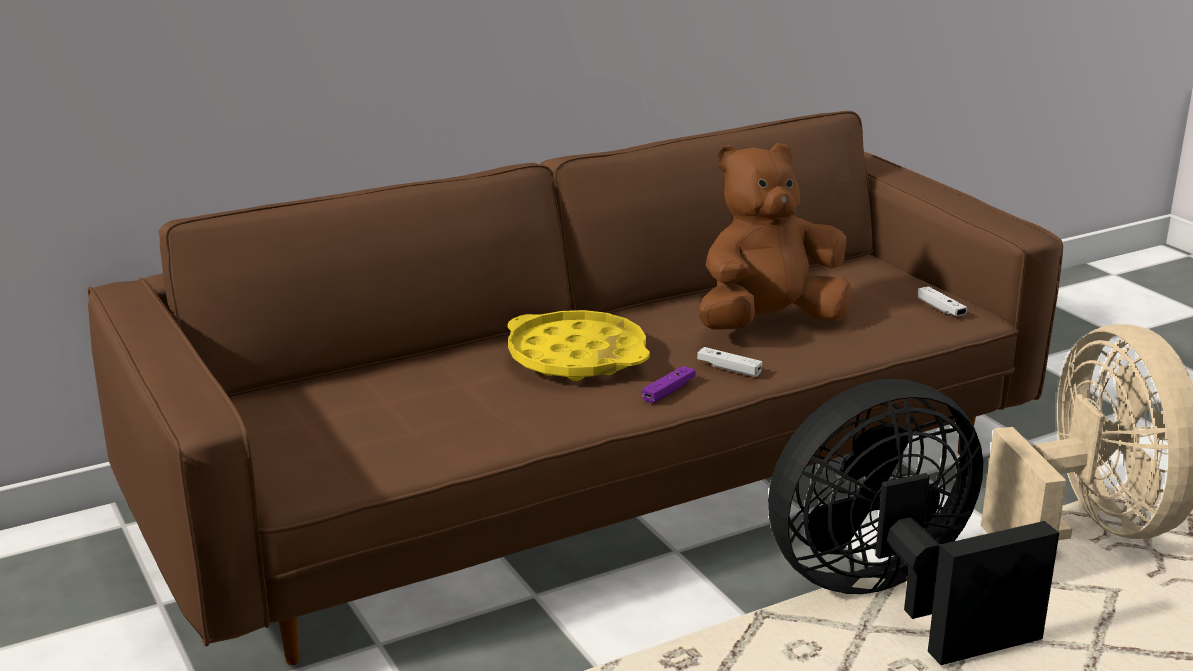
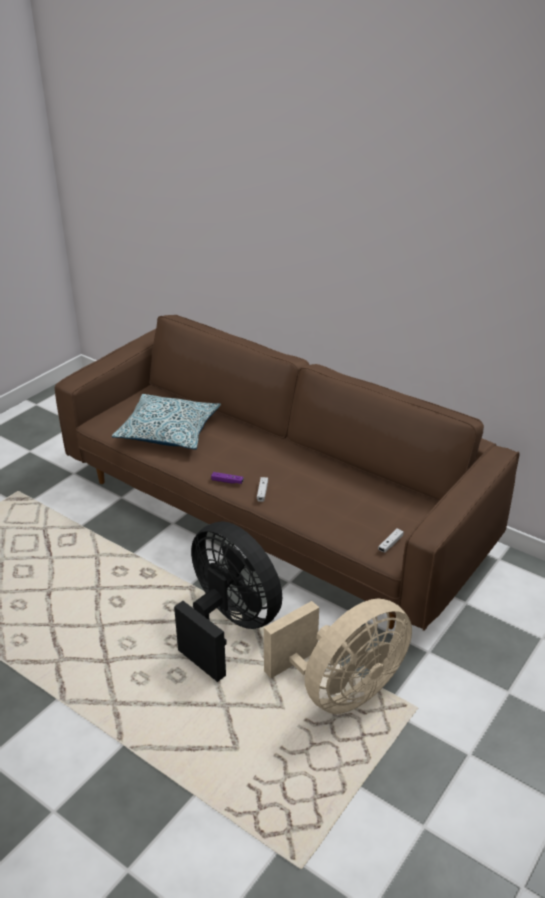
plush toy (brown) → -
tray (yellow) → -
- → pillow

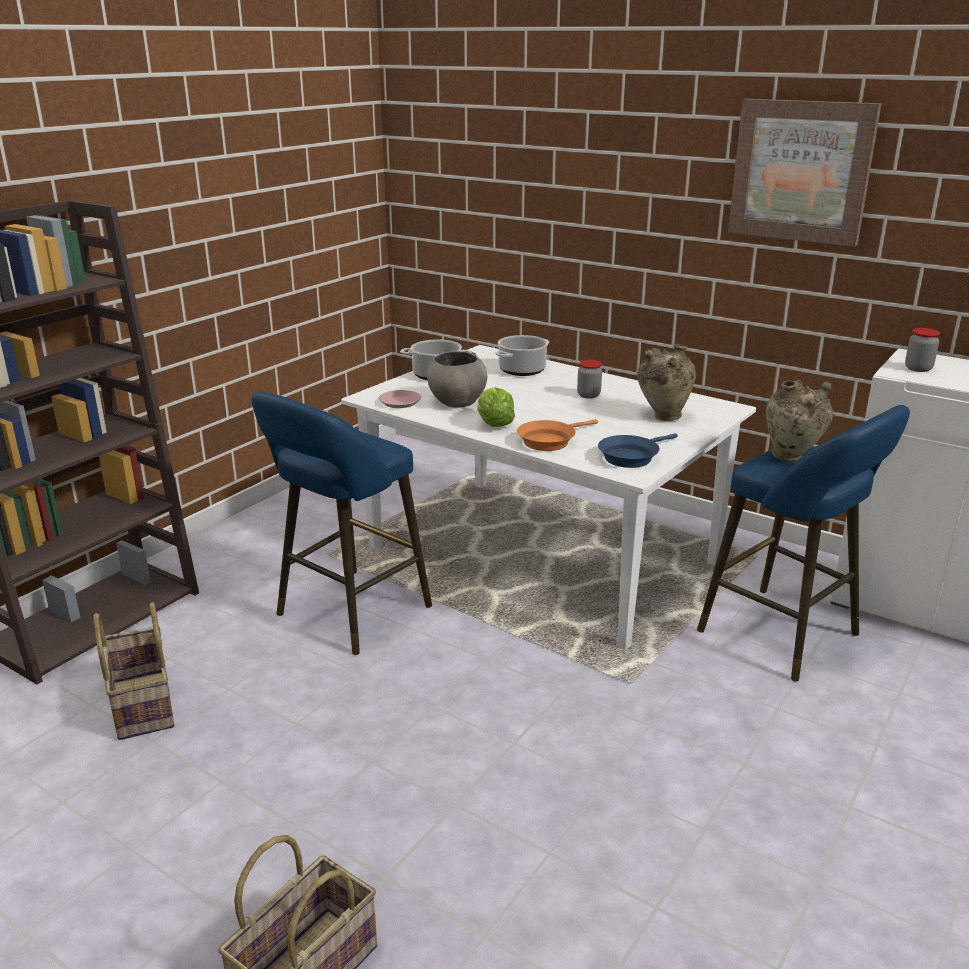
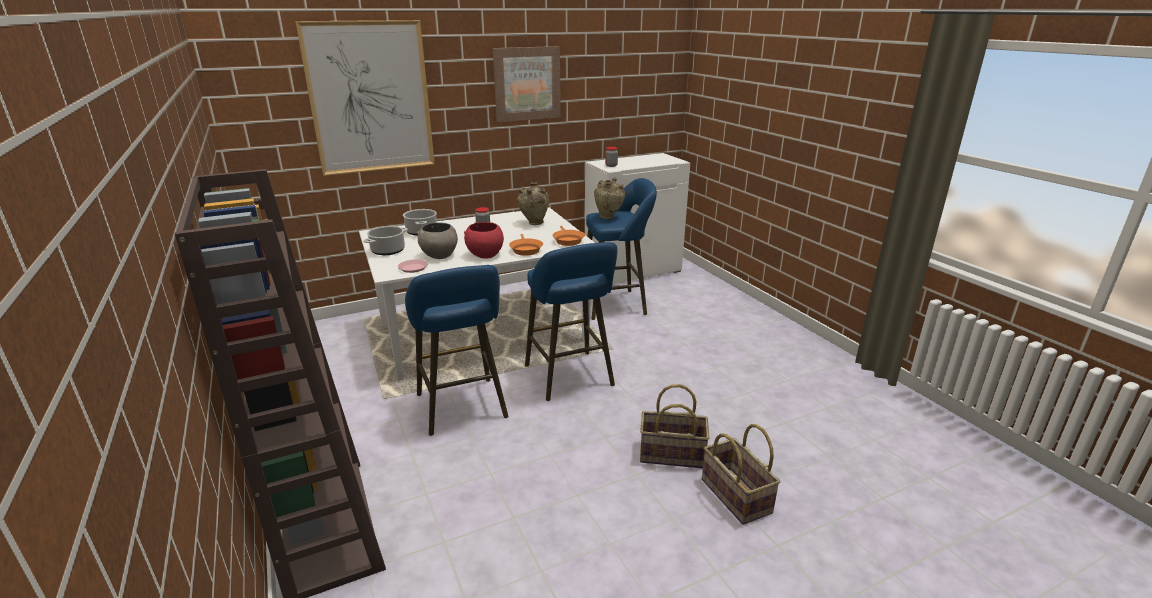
lettuce → bowl (red)
frying pan (blue) → frying pan (orange) (2nd from left)
basket (1st from left), moved
- → picture (1st from left)
- → stool (blue) (2nd from left)

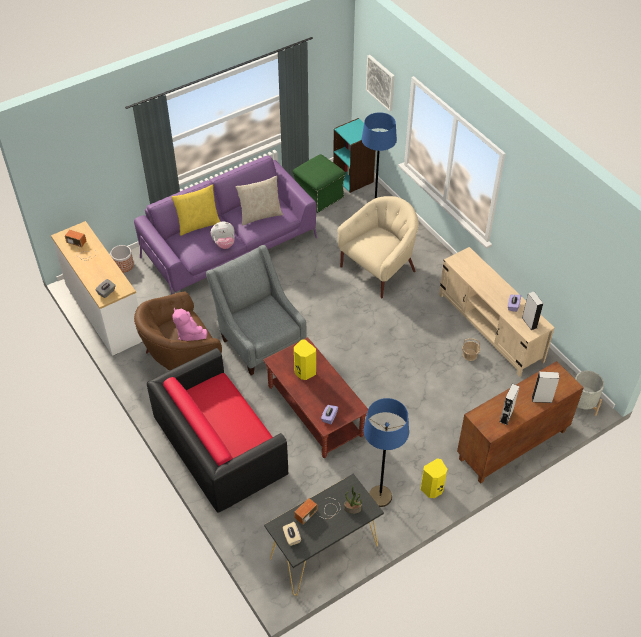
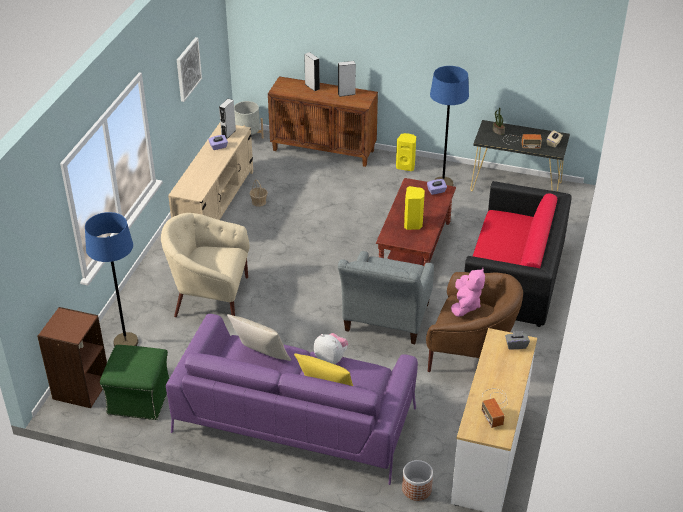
picture, moved
bookcase (turquoise) → bookcase (brown)

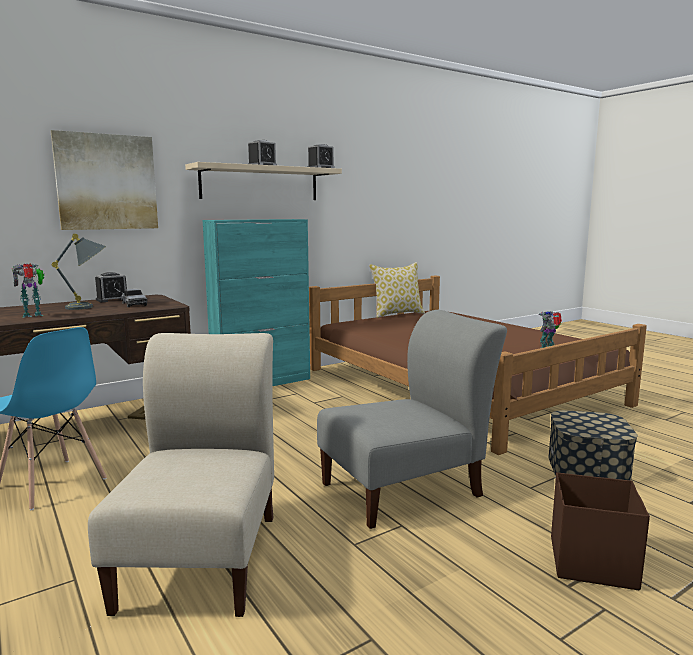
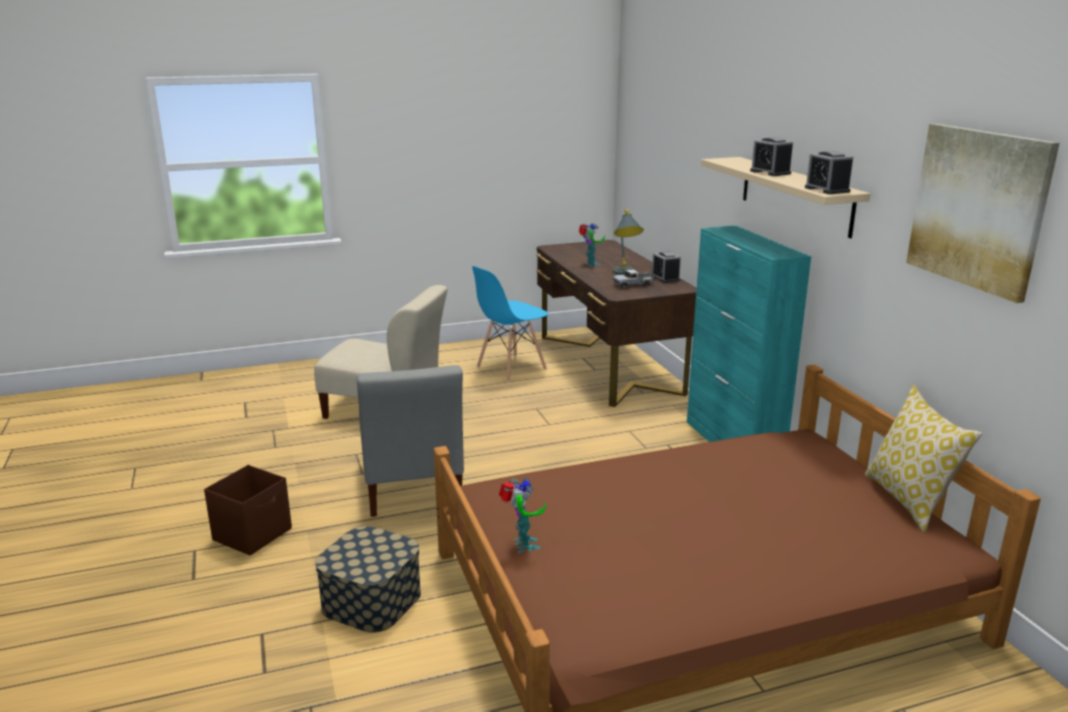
picture, moved

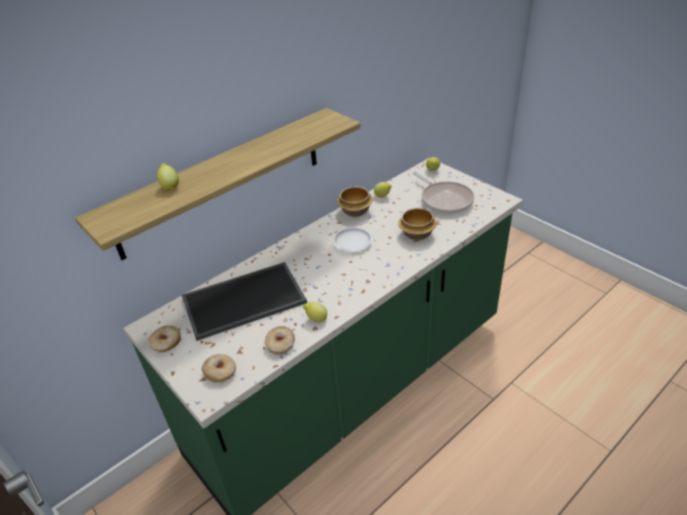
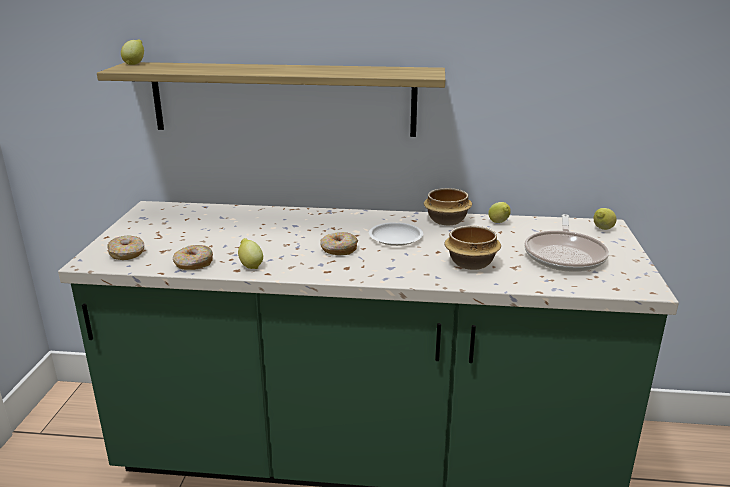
lemon (1st from left), moved
tray → -
donut (1st from left in the first image) → donut (3rd from left), moved

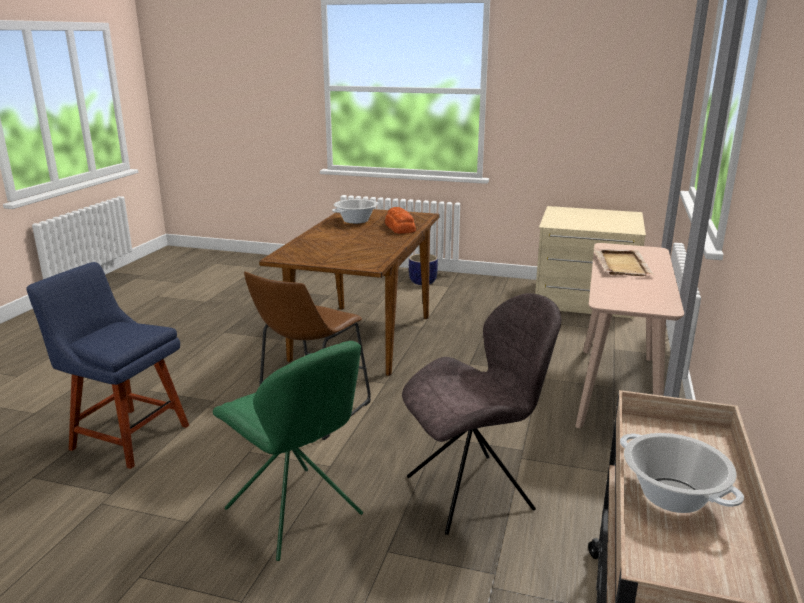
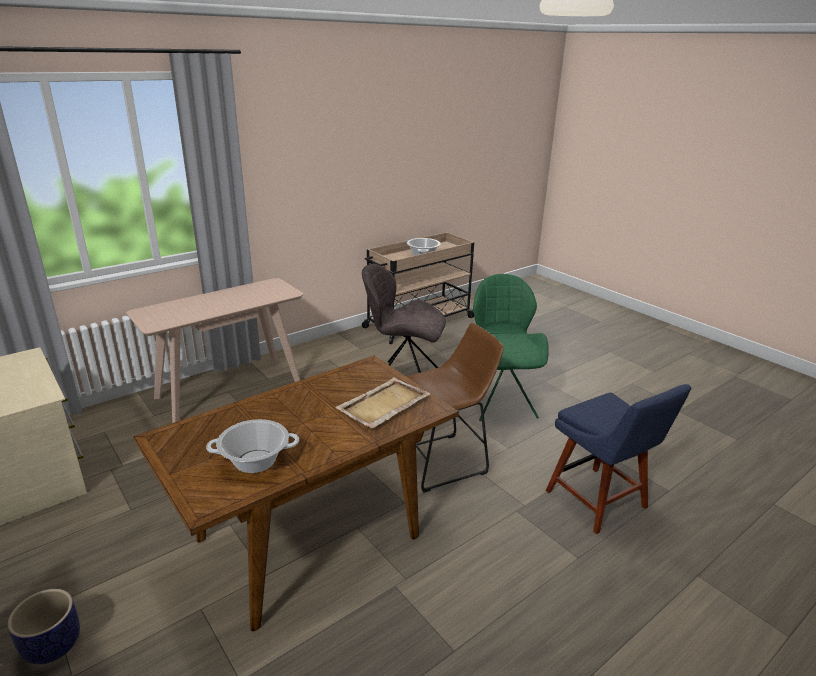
bread → -
tray (beige), moved

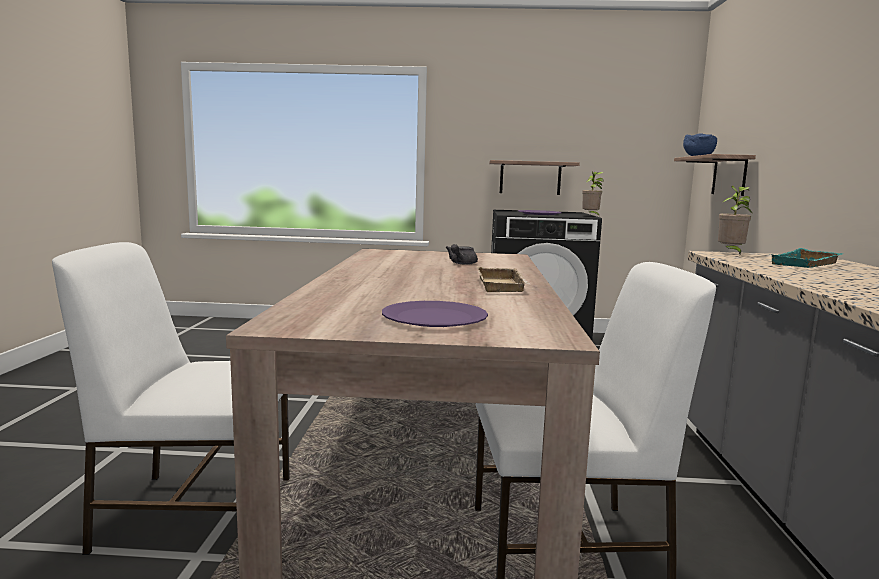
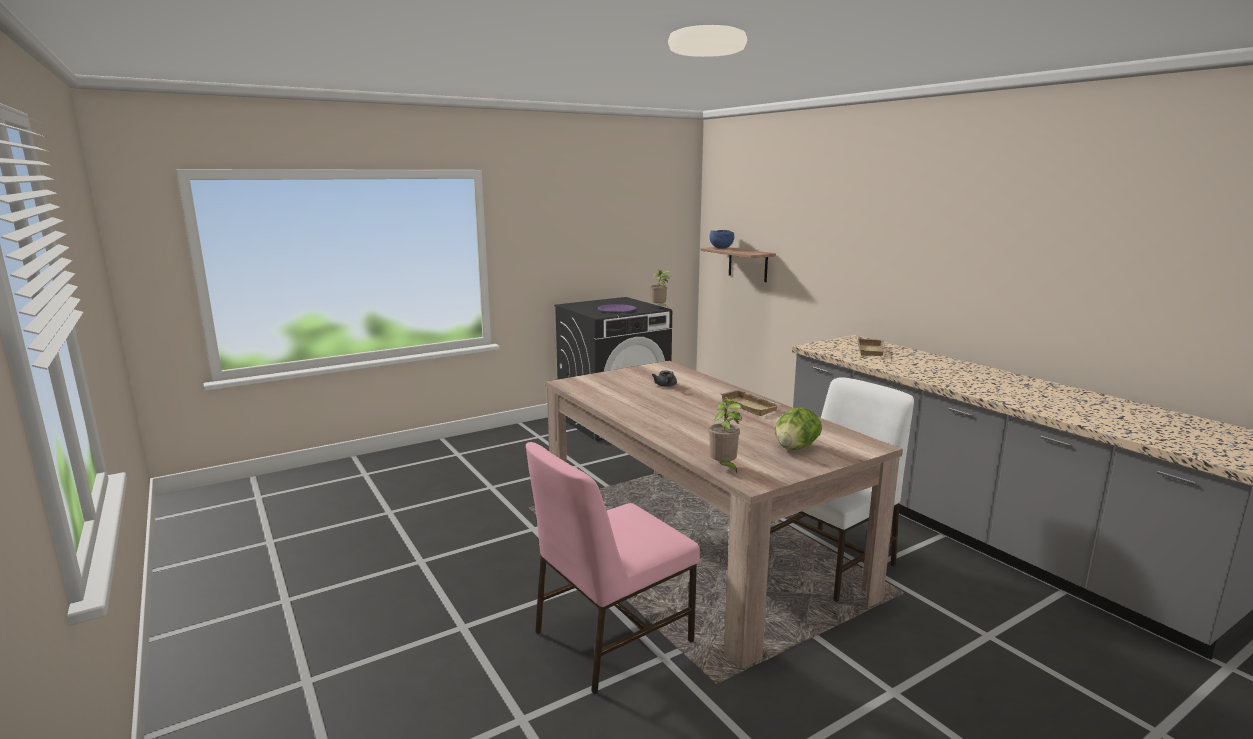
shelf (1st from left) → -
potted plant (2nd from left), moved
chair (white) (1st from left) → chair (pink)
tray (turquoise) → tray (beige) (2nd from left)
plate (purple) (1st from left) → lettuce

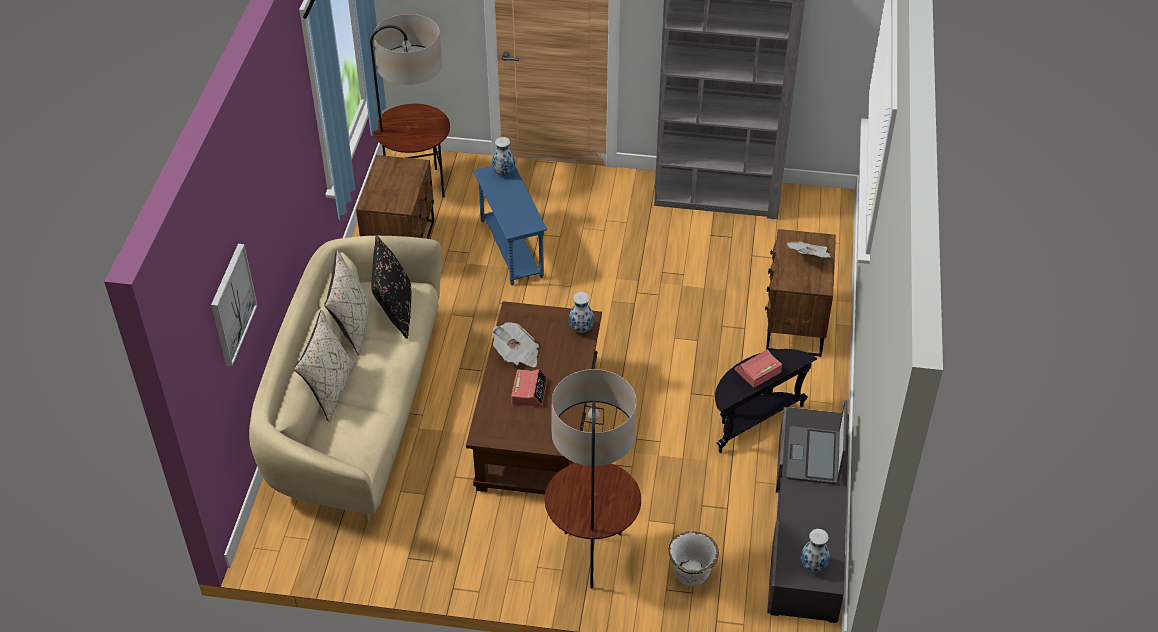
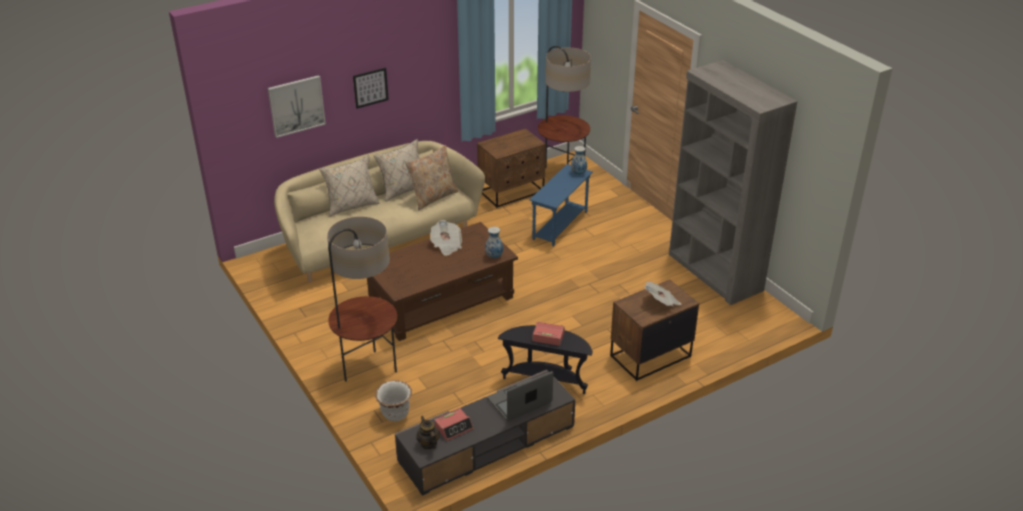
pillow (black) → pillow (beige) (3rd from left)
alarm clock (1st from left), moved
vase (3rd from left) → teapot
- → picture (2nd from left)

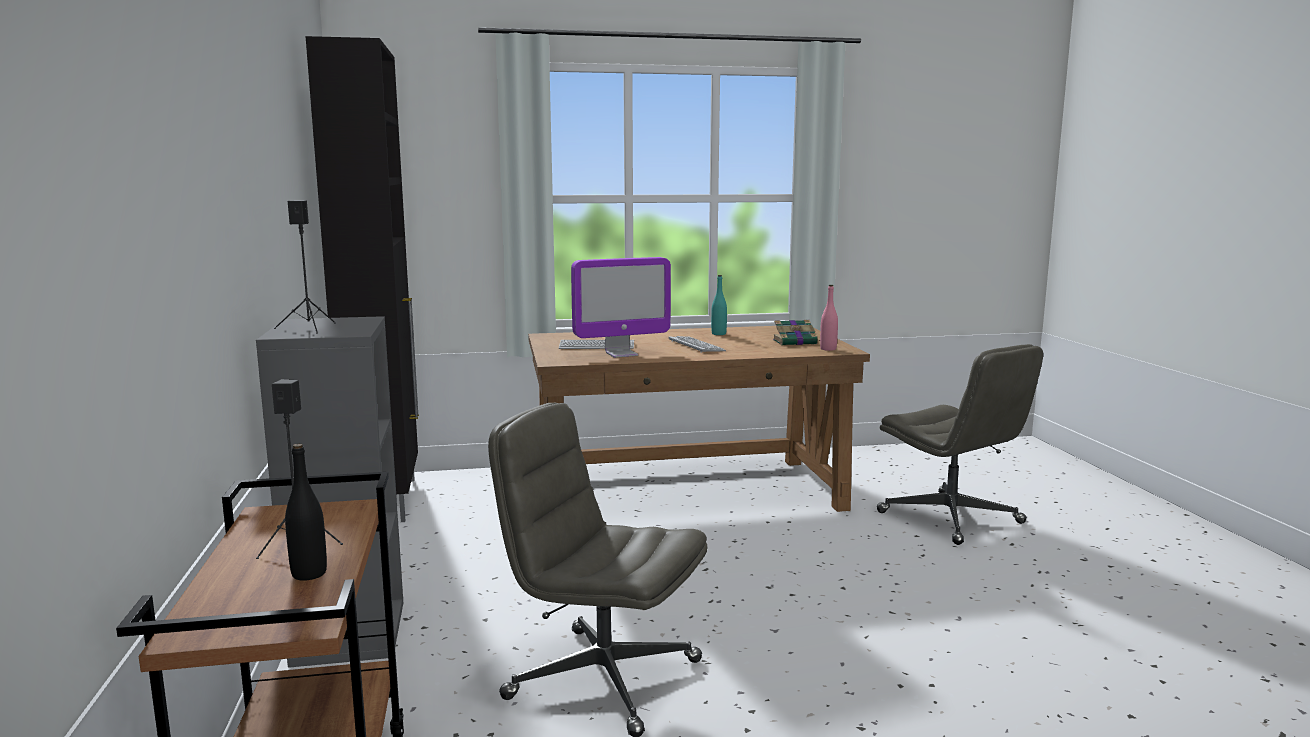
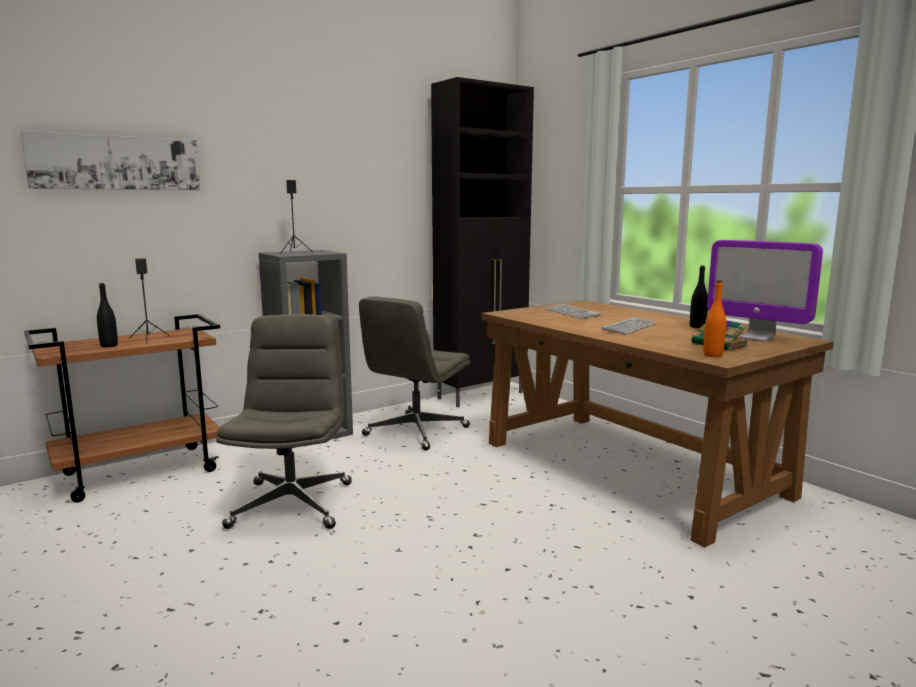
monitor, moved
bottle (turquoise) → bottle (black) (2nd from left)
bottle (pink) → bottle (orange)
office chair (grey) (2nd from left), moved
- → picture

